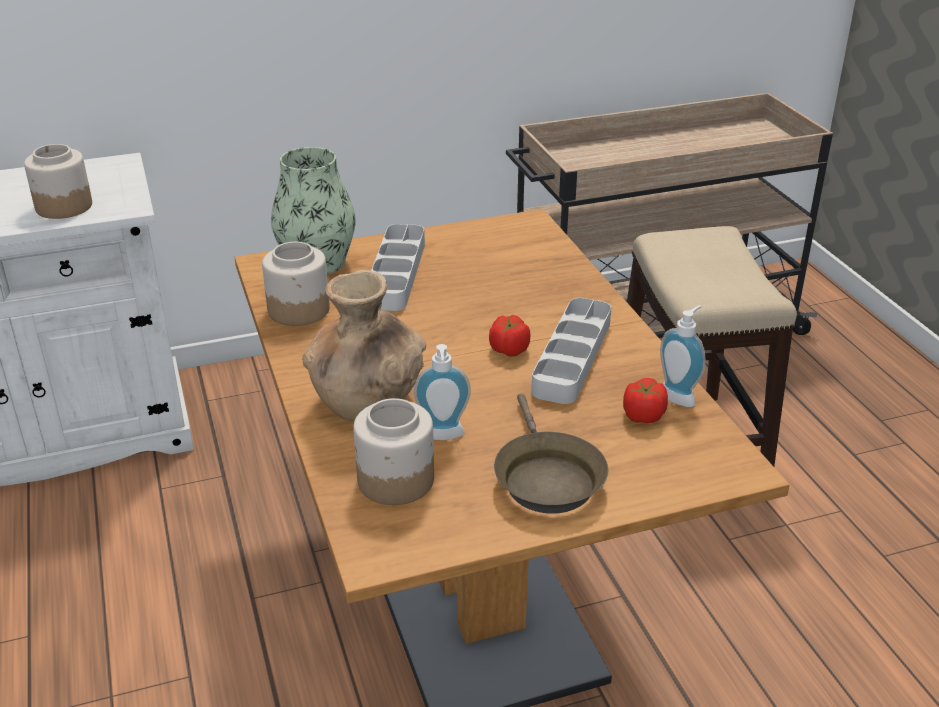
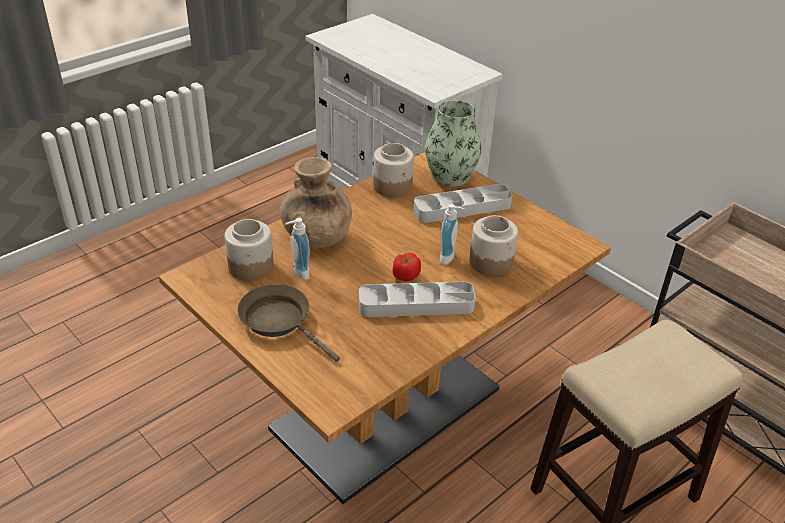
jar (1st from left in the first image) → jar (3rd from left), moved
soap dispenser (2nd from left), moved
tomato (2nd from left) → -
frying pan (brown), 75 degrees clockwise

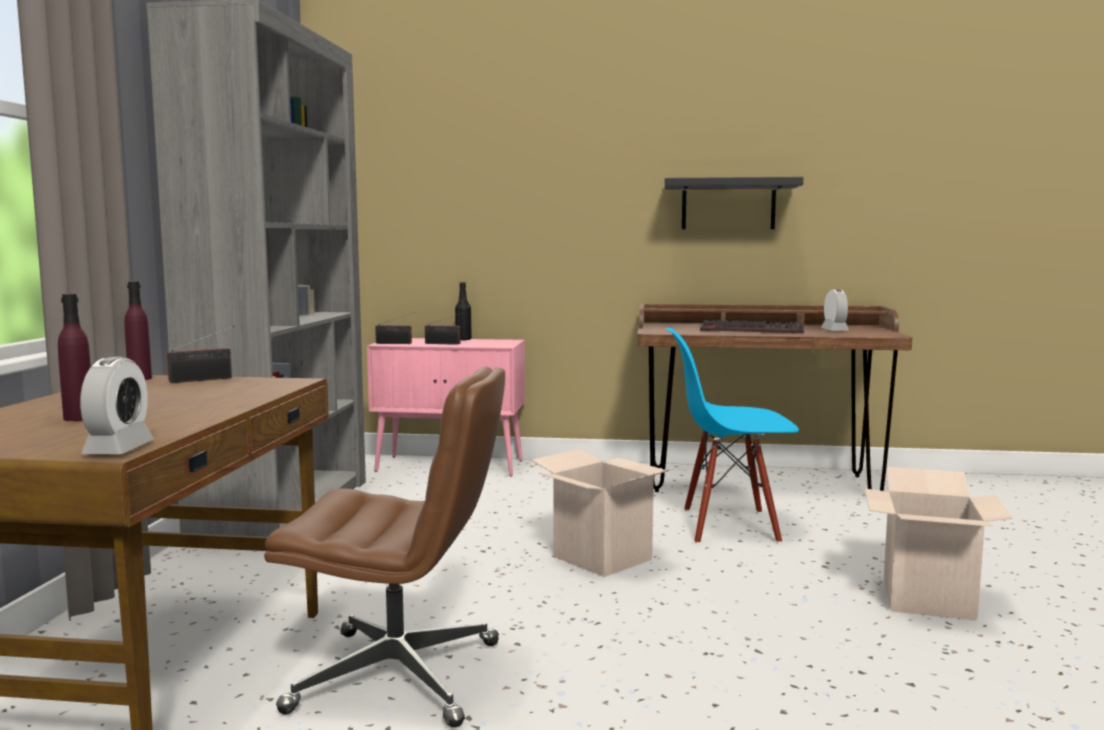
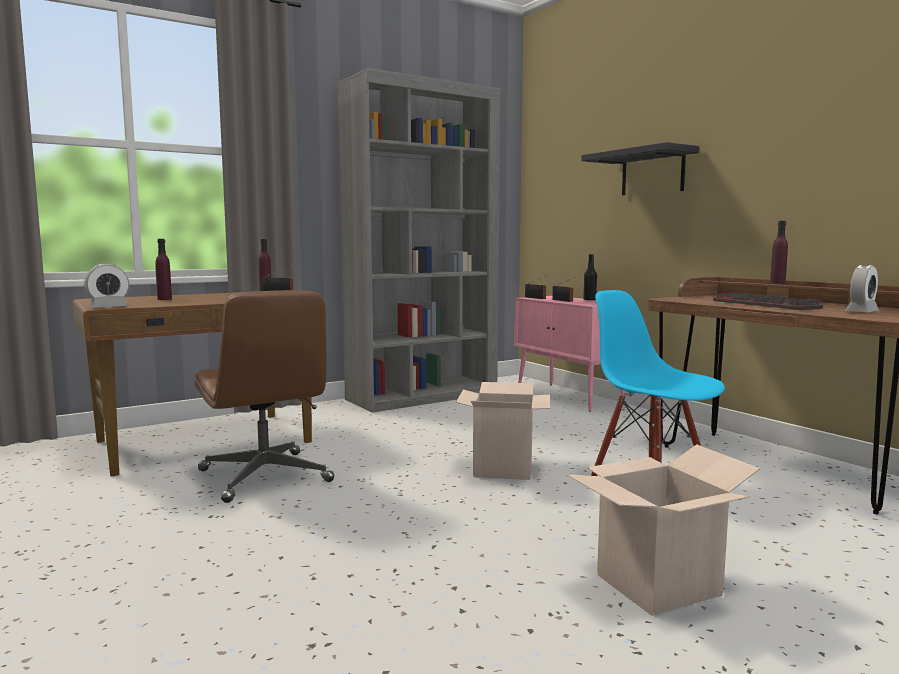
shelf (black), moved
- → bottle (purple) (3rd from left)

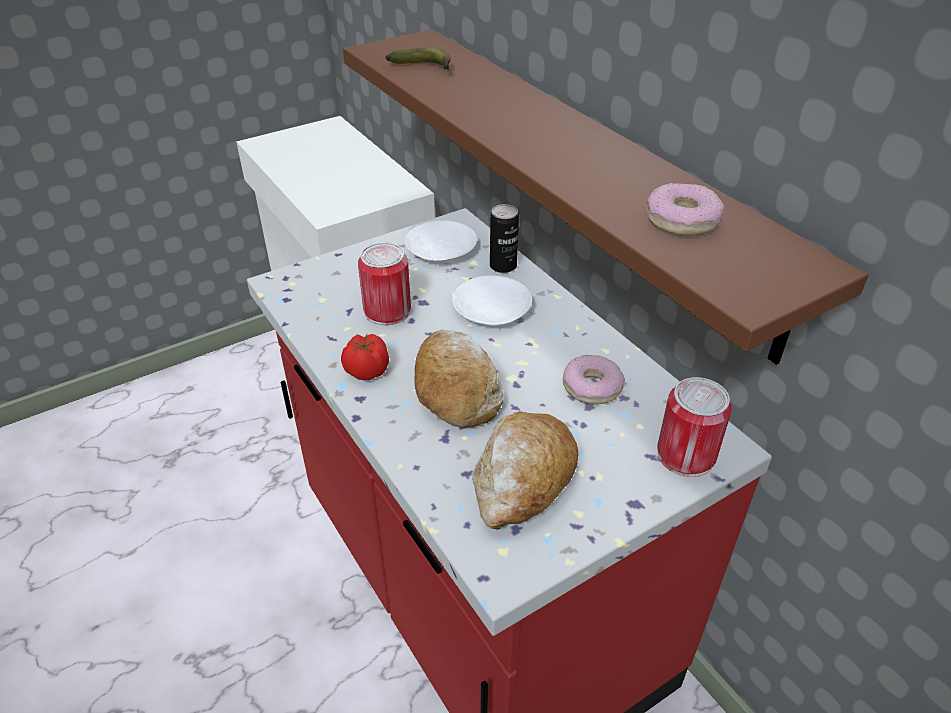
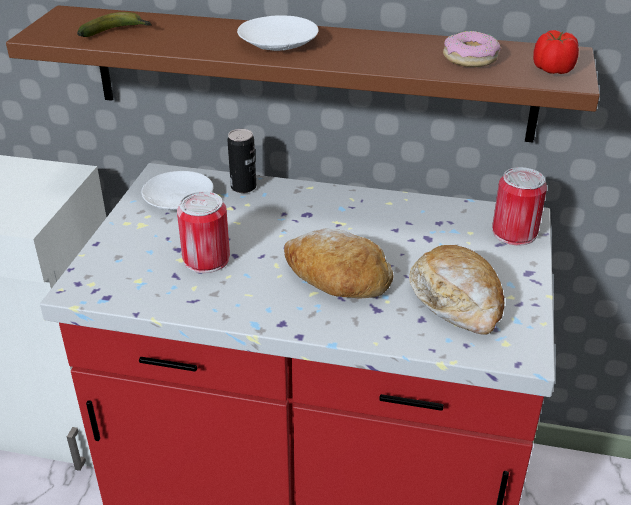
plate (white) (2nd from left), moved
tomato, moved
donut (1st from left) → -

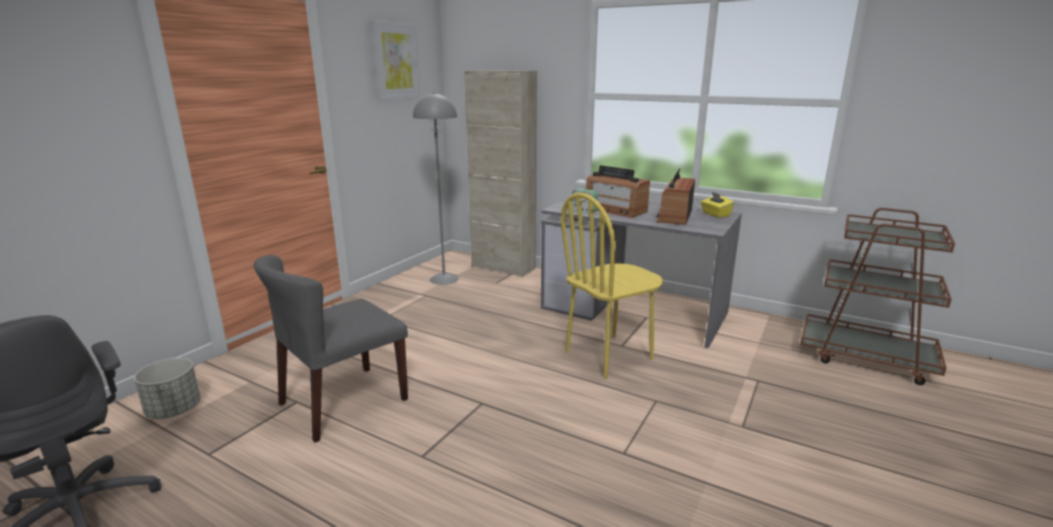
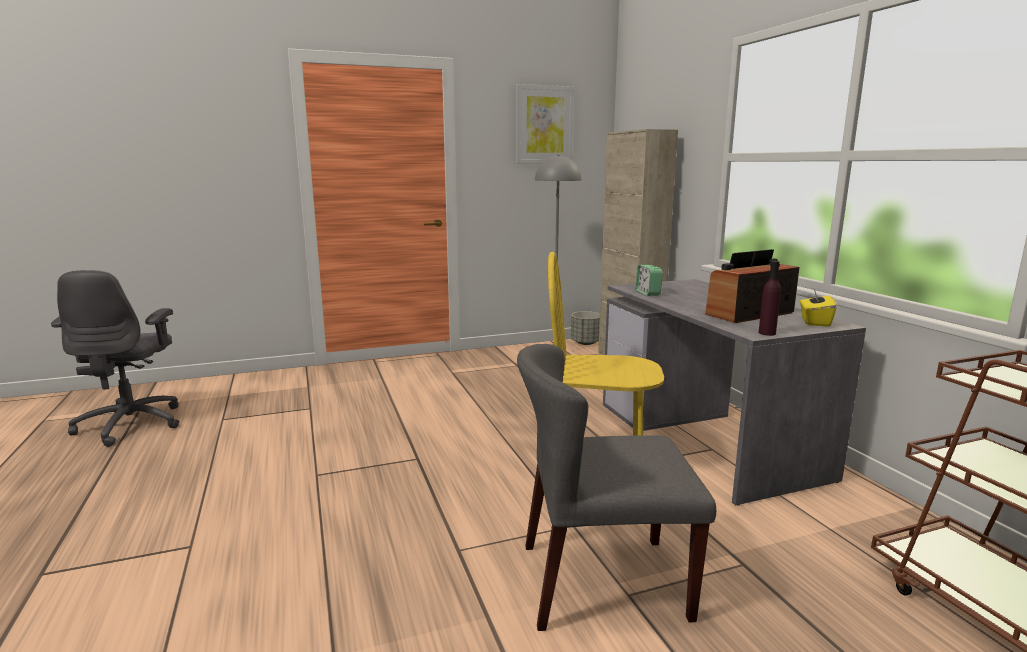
radio (1st from left) → -
chair (grey), moved
planter (grey), moved
- → bottle (purple)

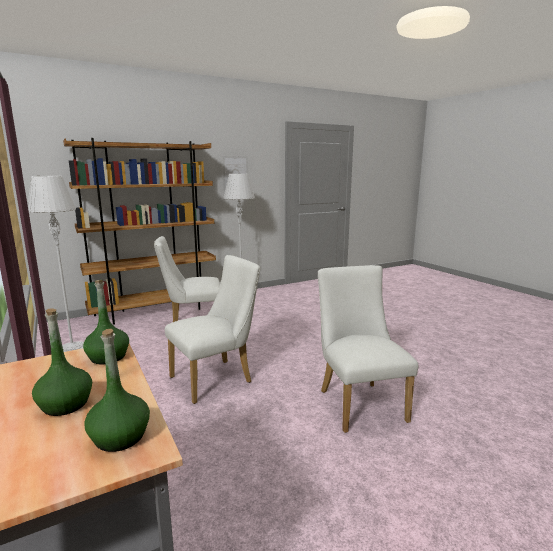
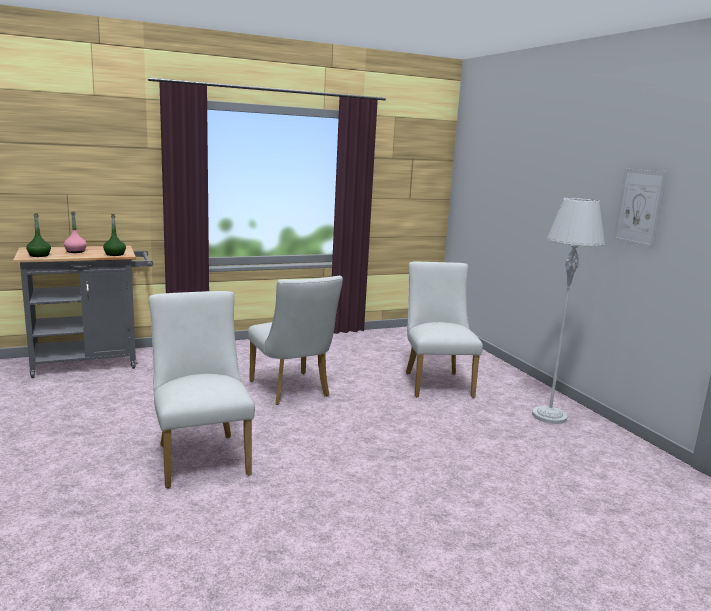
bookcase (brown) → -
floor lamp (grey) (1st from left) → -
chair (white) (3rd from left in the first image) → chair (white) (1st from left), 105 degrees counterclockwise
bottle (green) (1st from left) → bottle (pink)

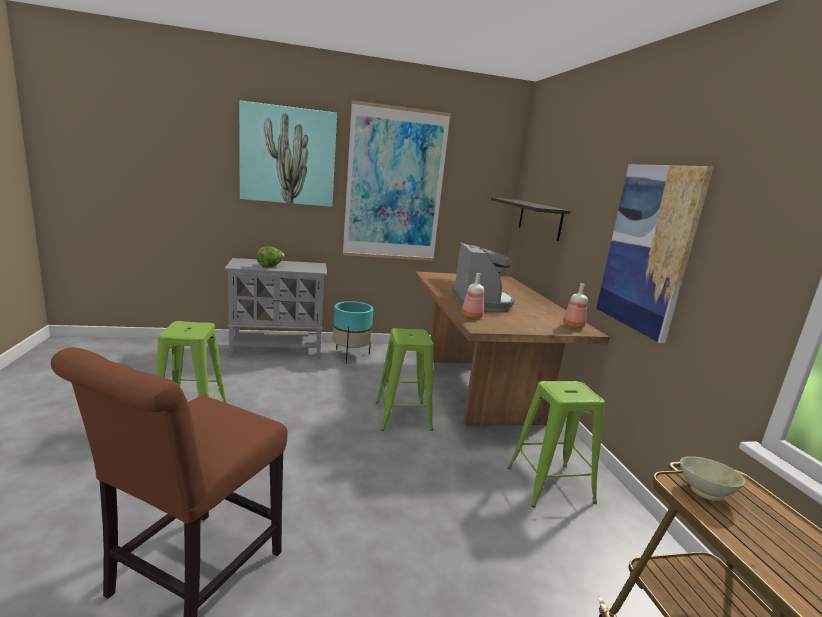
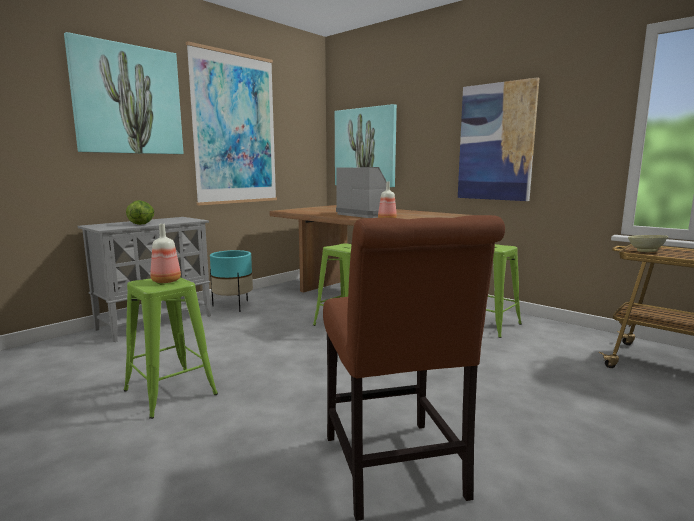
shelf → picture (3rd from left)
bottle (2nd from left in the first image) → bottle (1st from left), moved

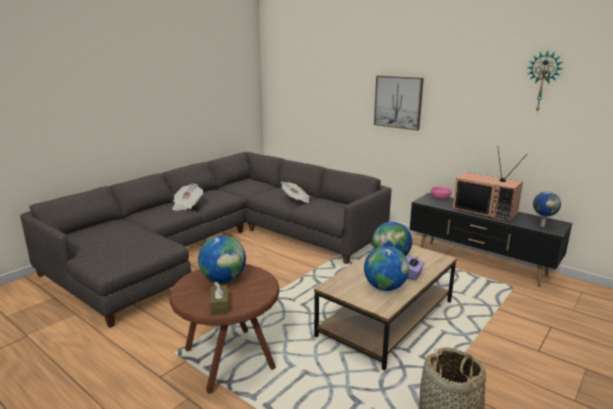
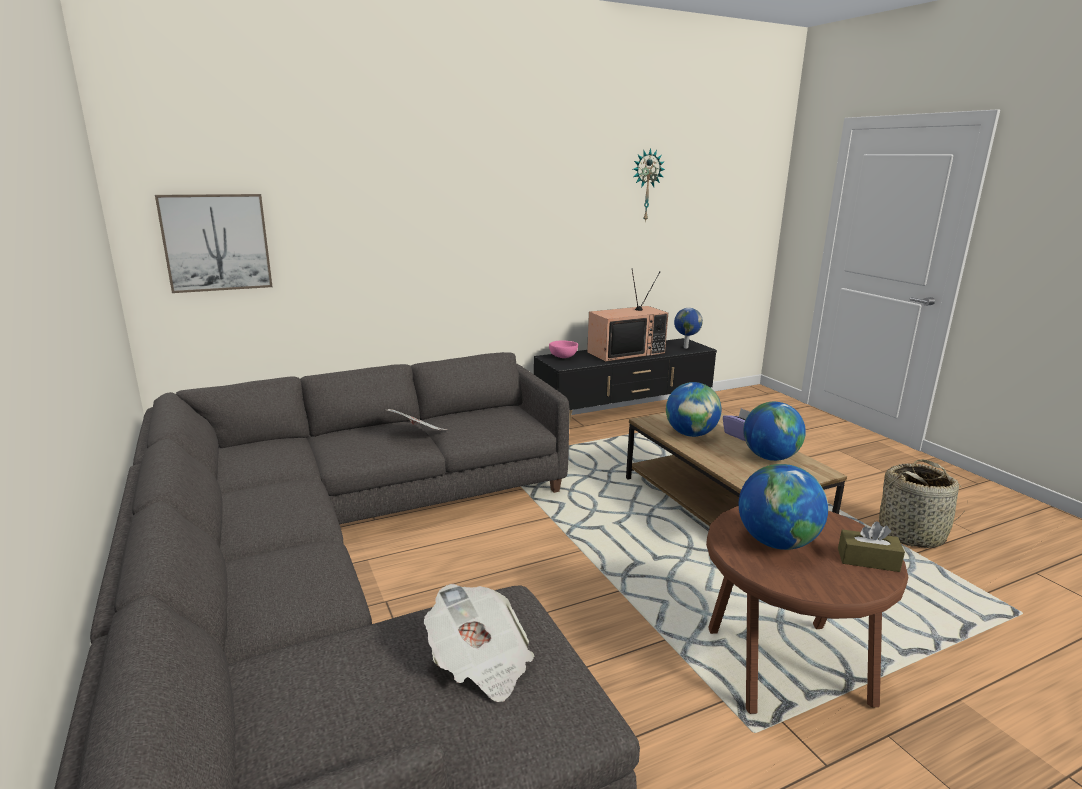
picture, moved
newspaper (1st from left in the first image) → newspaper (2nd from left), moved

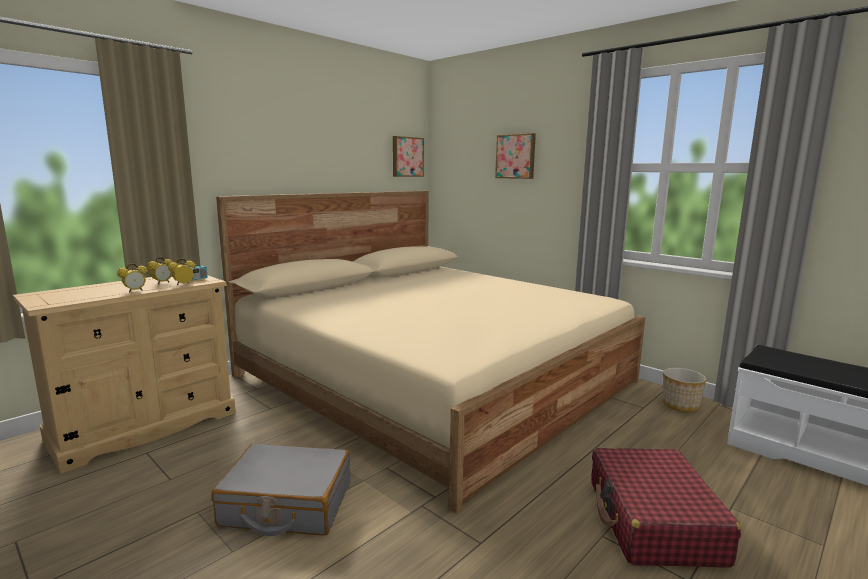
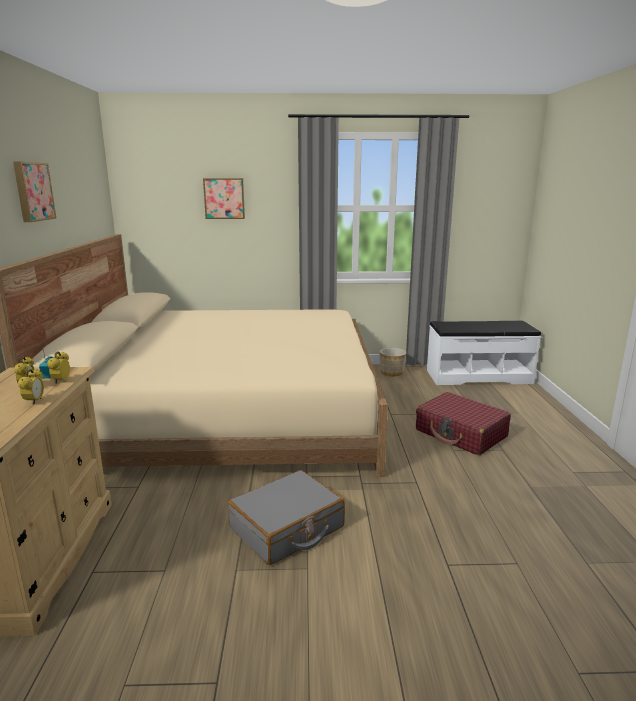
picture (1st from left), moved

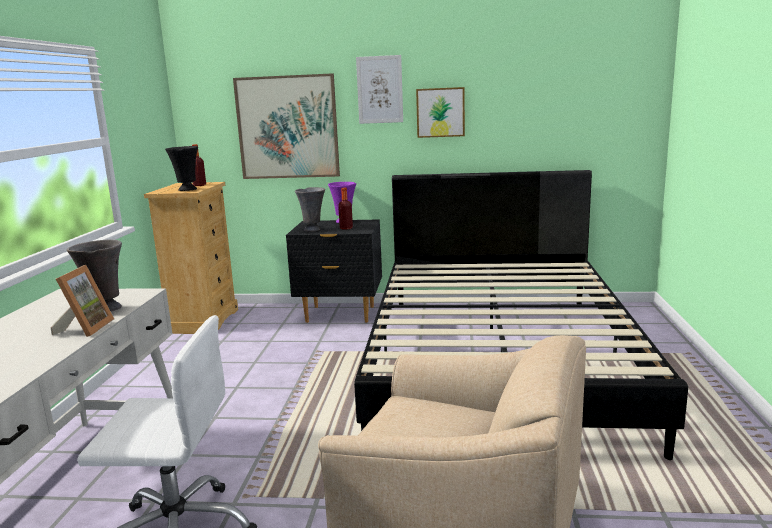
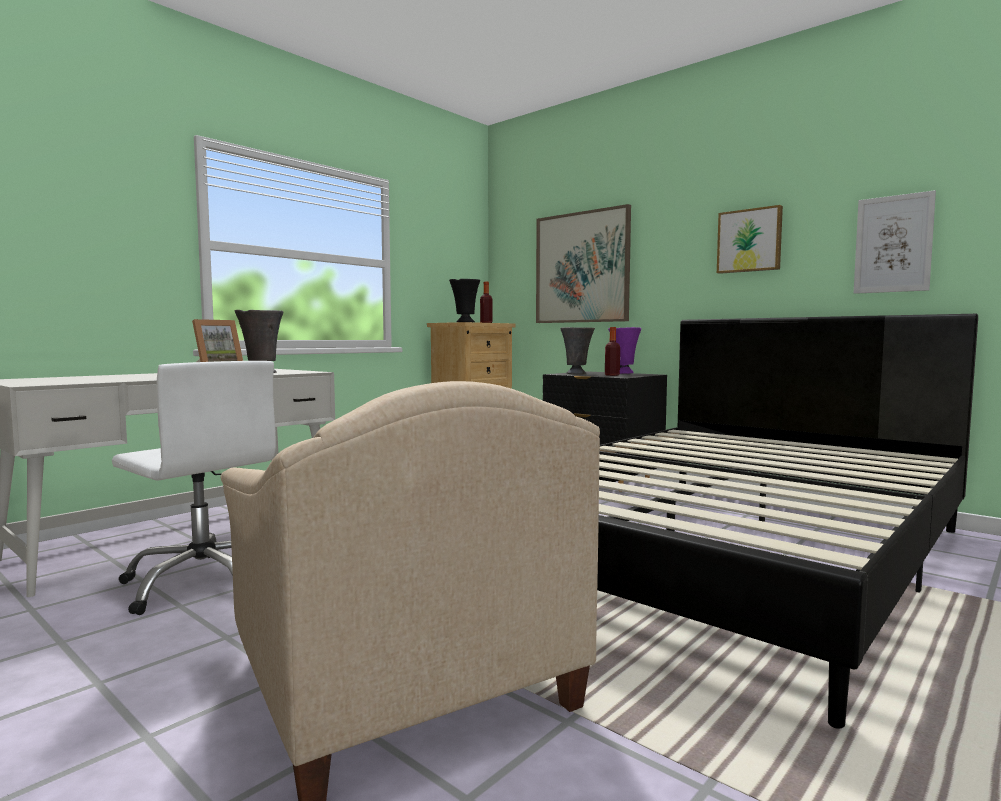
picture (2nd from left in the first image) → picture (3rd from left), moved

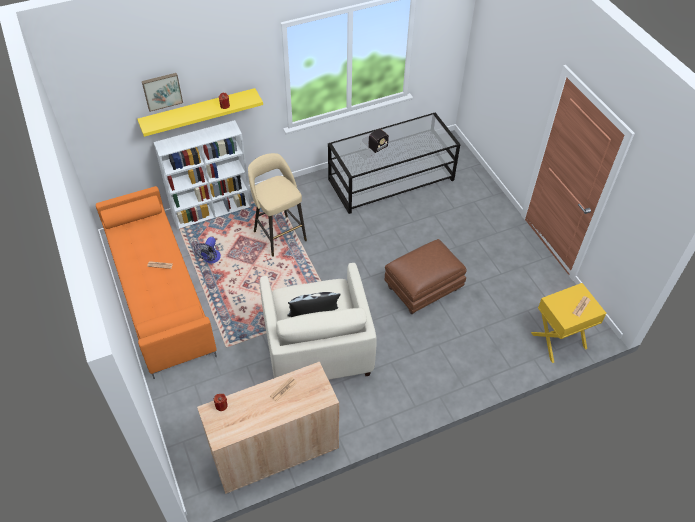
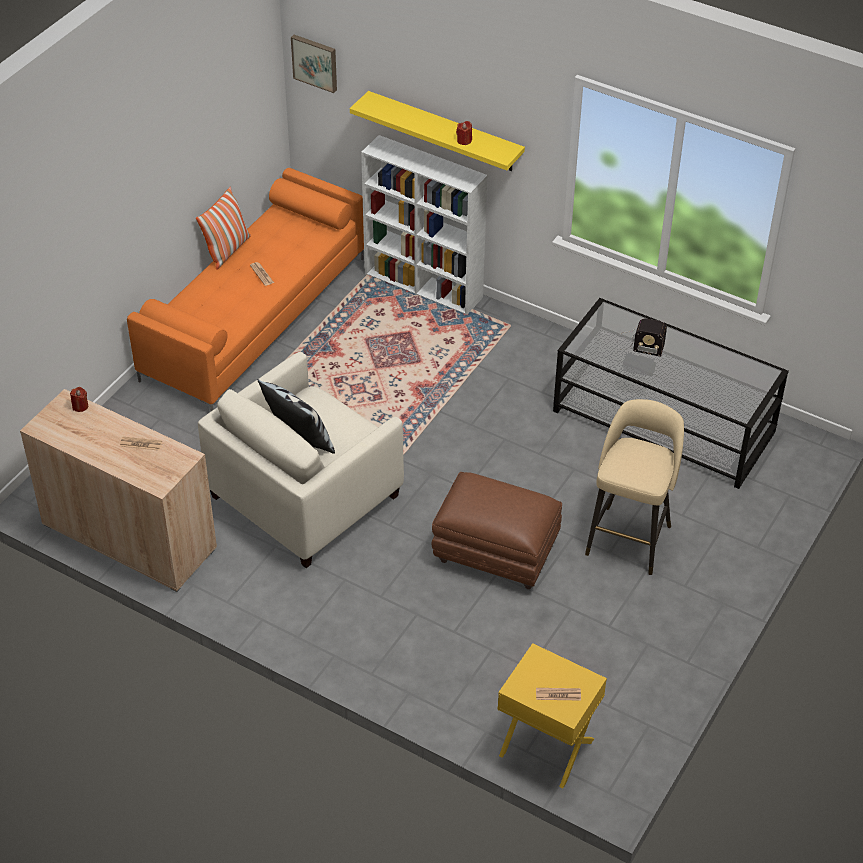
picture, moved
stool (beige), moved
fan → -
- → pillow (1st from left)

